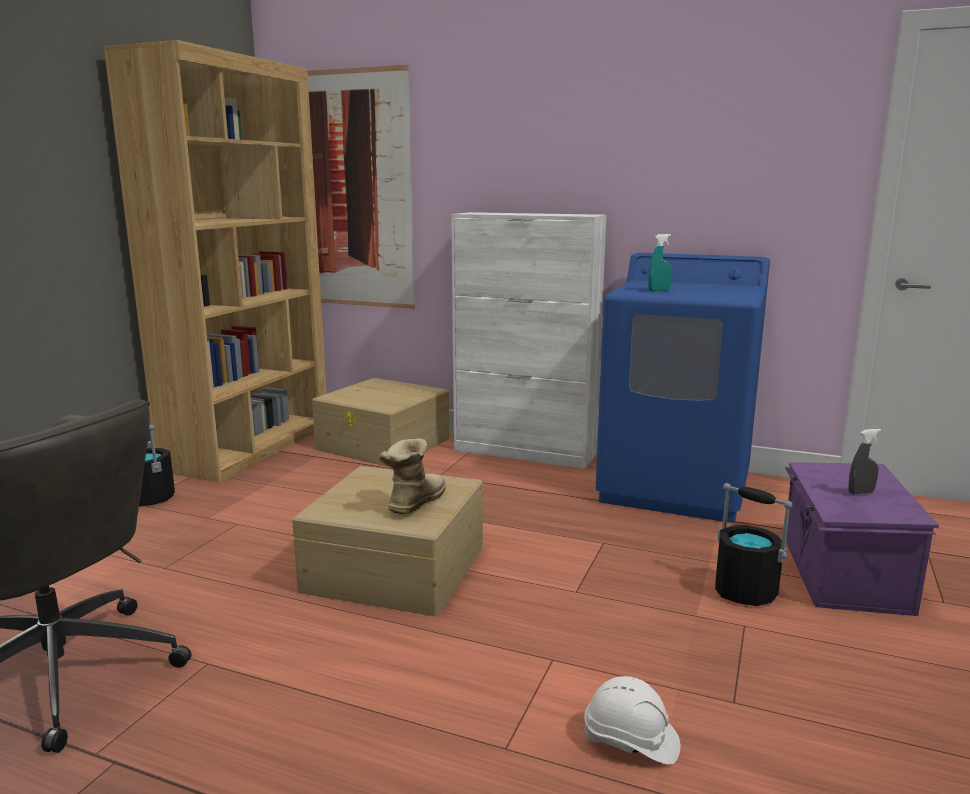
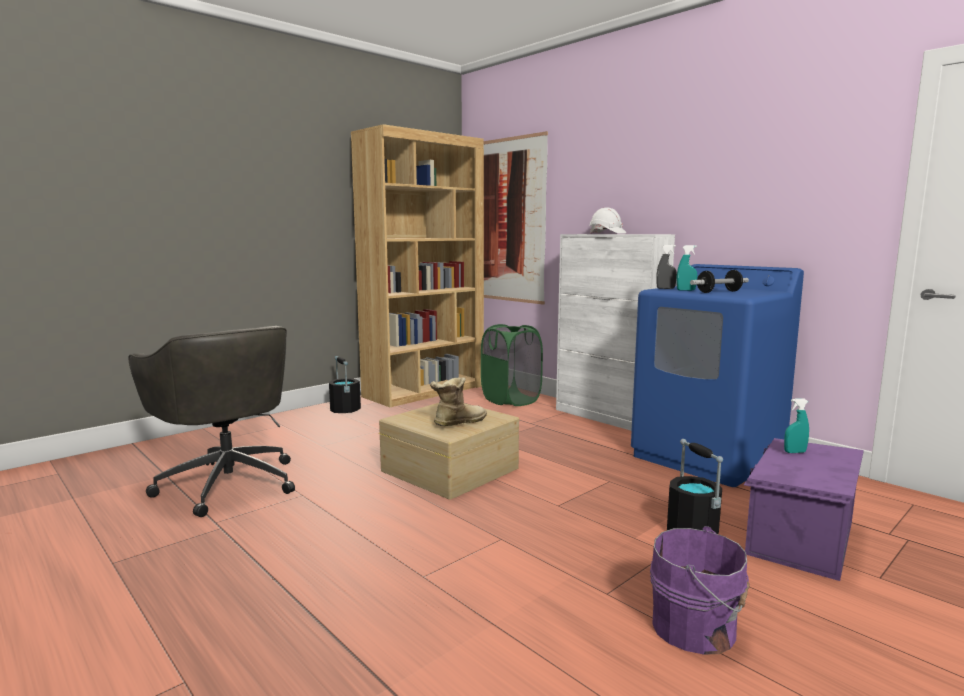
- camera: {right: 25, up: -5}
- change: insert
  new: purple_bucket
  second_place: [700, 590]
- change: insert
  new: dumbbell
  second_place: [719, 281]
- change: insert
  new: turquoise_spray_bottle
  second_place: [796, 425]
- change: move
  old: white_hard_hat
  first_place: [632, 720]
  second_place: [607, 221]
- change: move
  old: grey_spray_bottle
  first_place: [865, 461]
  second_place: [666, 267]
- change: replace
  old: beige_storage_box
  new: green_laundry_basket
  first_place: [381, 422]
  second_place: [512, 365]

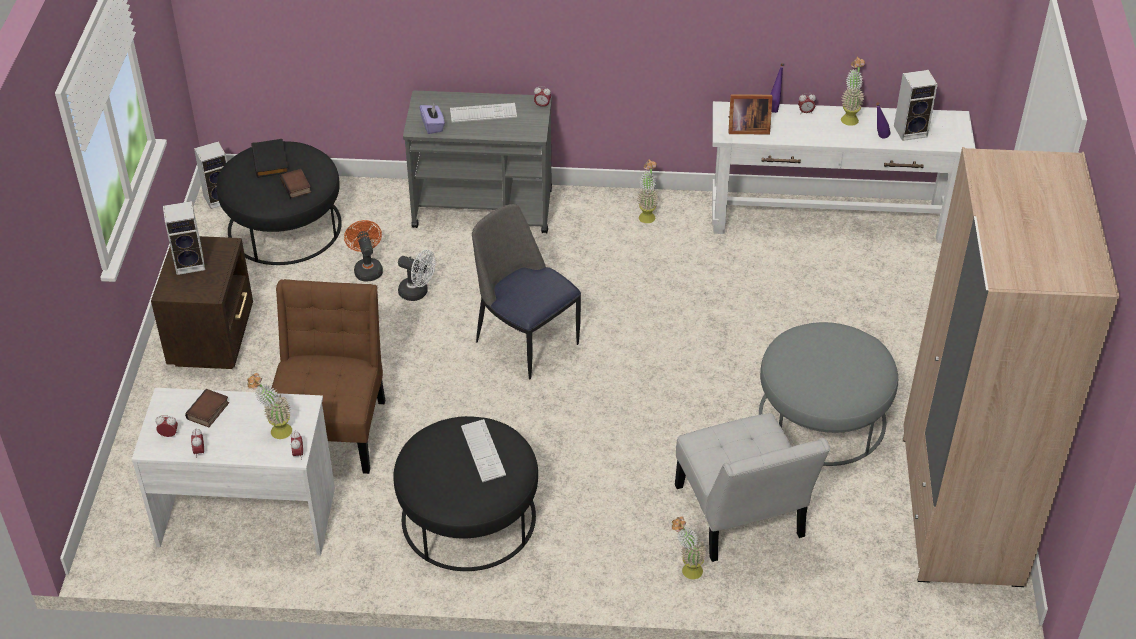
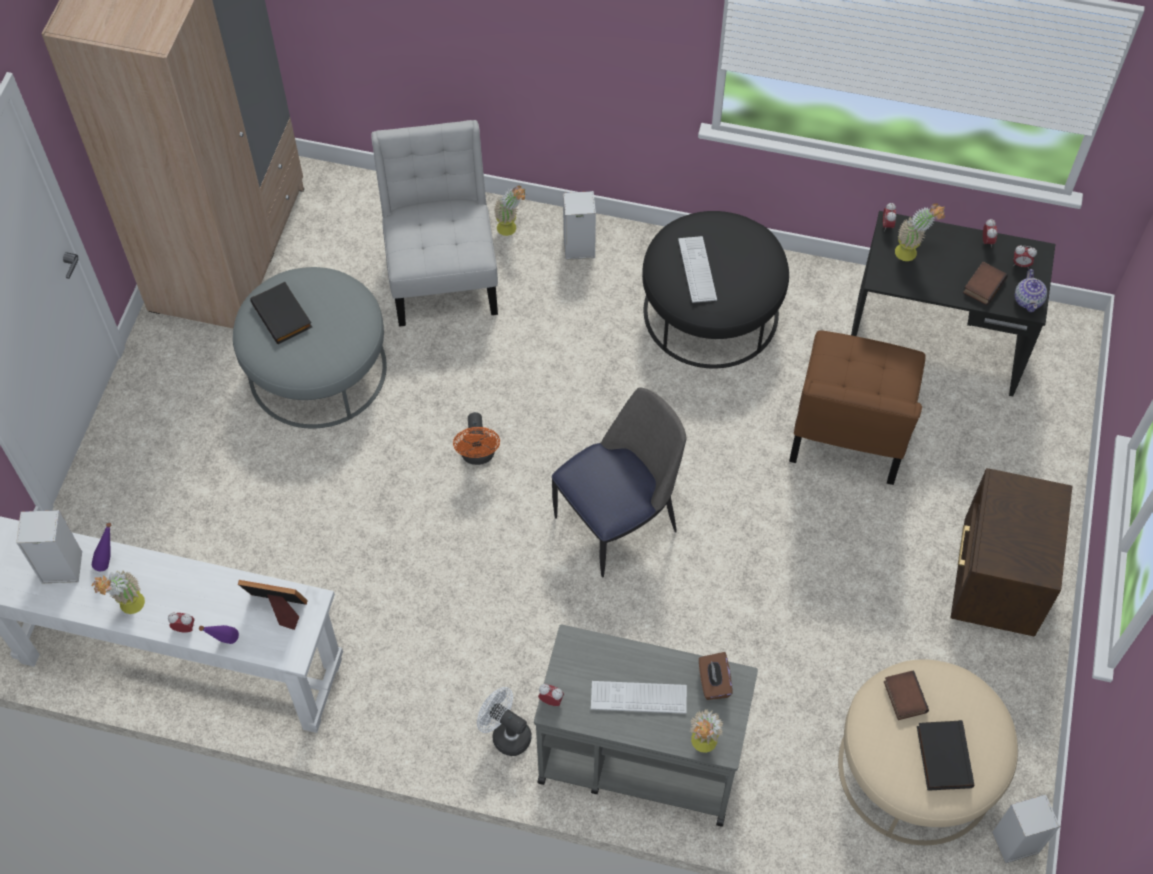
- camera: {right: -170, up: 15}
- change: insert
  new: black_book
  second_place: [281, 313]
- change: insert
  new: teapot
  second_place: [1031, 290]
- change: move
  old: speaker
  first_place: [184, 238]
  second_place: [579, 225]
- change: move
  old: orange_fan
  first_place: [363, 251]
  second_place: [476, 438]
- change: move
  old: white_fan
  first_place: [416, 275]
  second_place: [504, 721]
- change: move
  old: potted_plant
  first_place: [648, 191]
  second_place: [707, 731]
- change: recolor
  old: white_desk
  new: black_desk
  first_place: [233, 472]
  second_place: [953, 303]
- change: recolor
  old: black_ottoman
  new: beige_ottoman
  first_place: [279, 203]
  second_place: [928, 752]
- change: recolor
  old: purple_tissue_box
  new: brown_tissue_box
  first_place: [432, 118]
  second_place: [716, 676]
- change: rotate
  old: chair
  first_place: [526, 291]
  second_place: [619, 482]
  degrees: -90

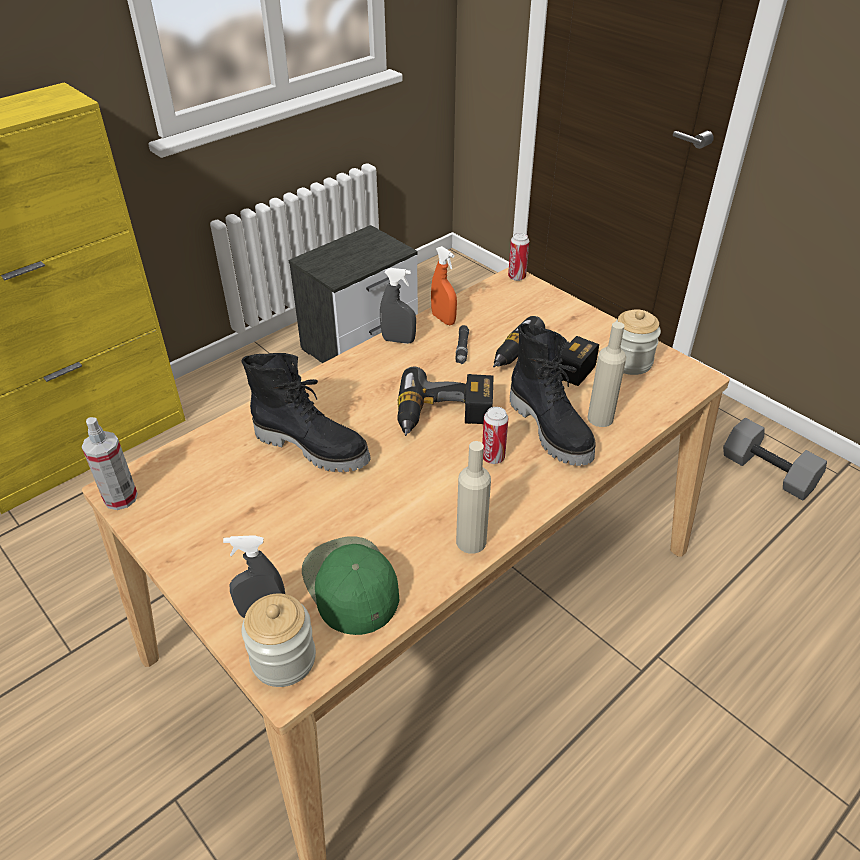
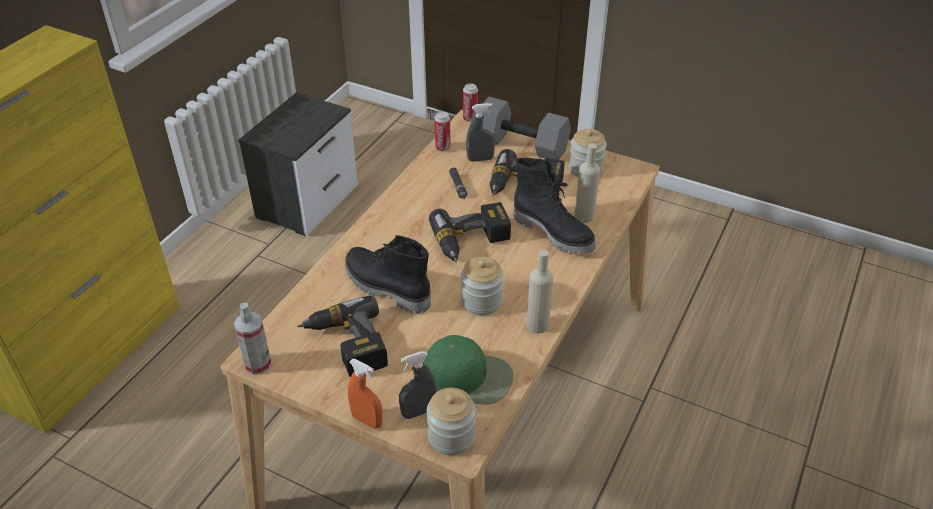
- camera: {right: -20, up: 0}
- change: insert
  new: power_drill
  second_place: [342, 336]
- change: insert
  new: jar
  second_place: [482, 286]
- change: move
  old: grey_spray_bottle
  first_place: [398, 306]
  second_place: [480, 132]
- change: move
  old: orange_spray_bottle
  first_place: [444, 285]
  second_place: [365, 394]
- change: move
  old: can
  first_place: [495, 435]
  second_place: [442, 131]
- change: move
  old: grey_dumbbell
  first_place: [775, 459]
  second_place: [526, 128]
- change: rotate
  old: black_boot
  first_place: [306, 412]
  second_place: [388, 274]
  degrees: -150
- change: rotate
  old: green_cap
  first_place: [350, 586]
  second_place: [468, 370]
  degrees: 150

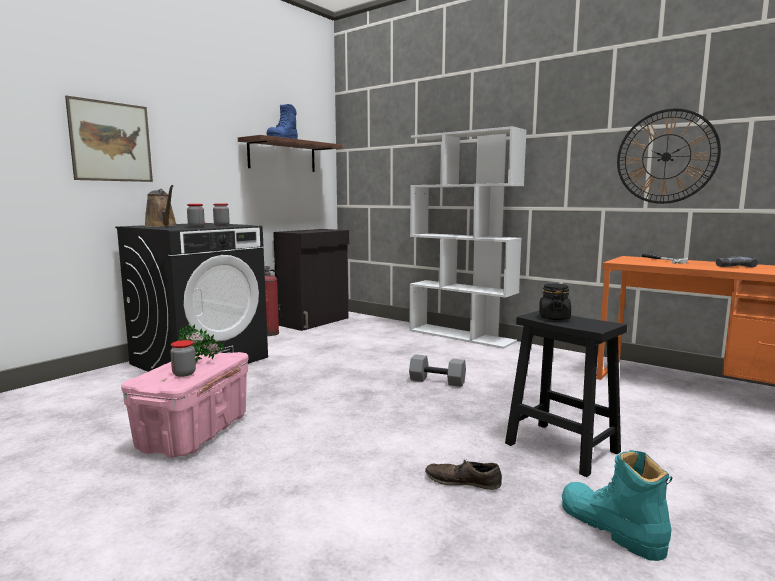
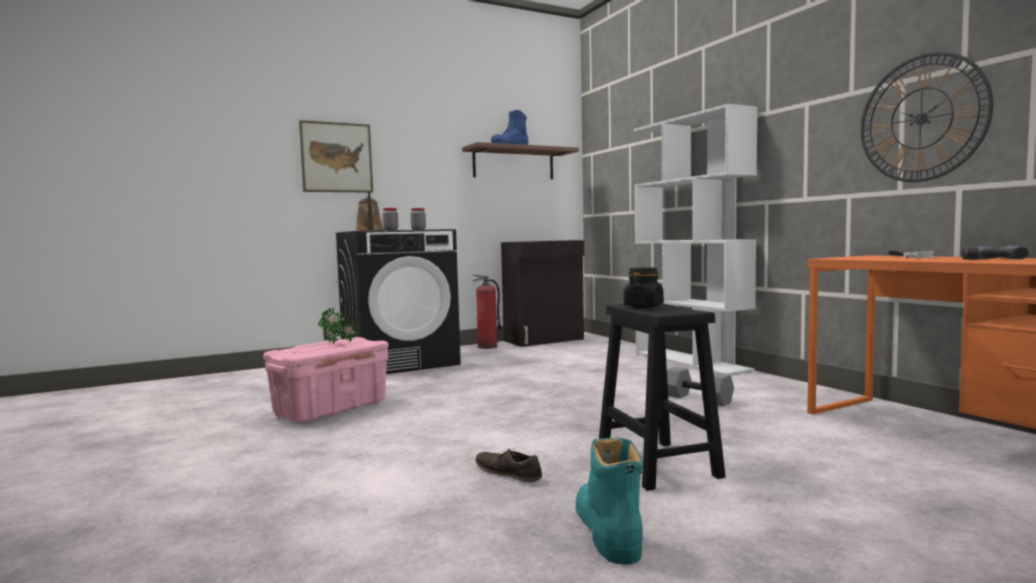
- camera: {right: 25, up: -5}
- change: delete
  old: jar
  first_place: [183, 358]
- change: move
  old: grey_dumbbell
  first_place: [437, 370]
  second_place: [700, 386]

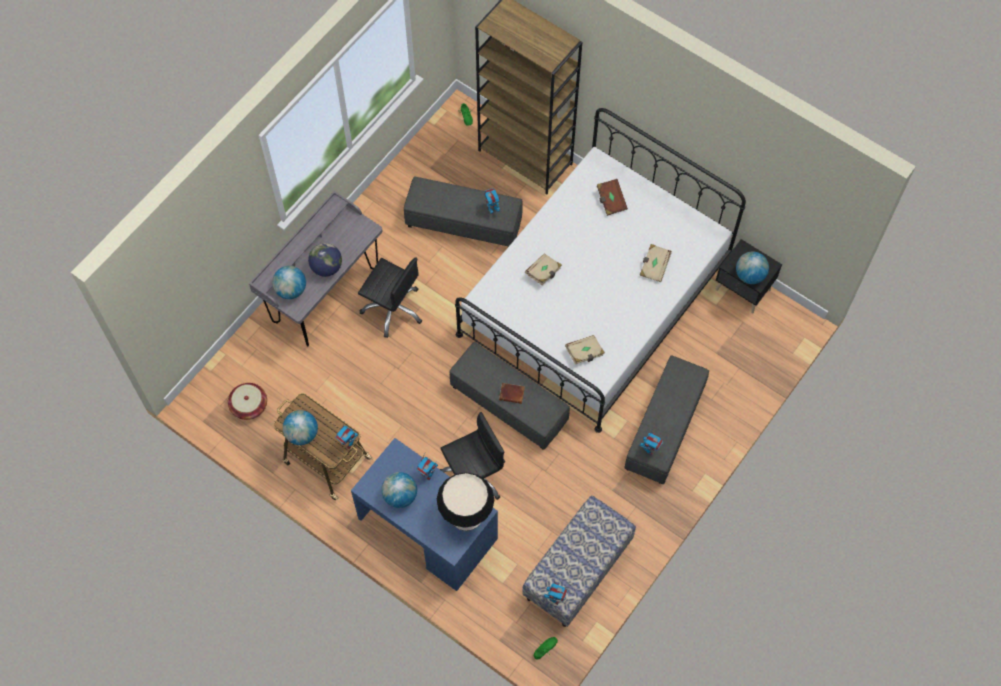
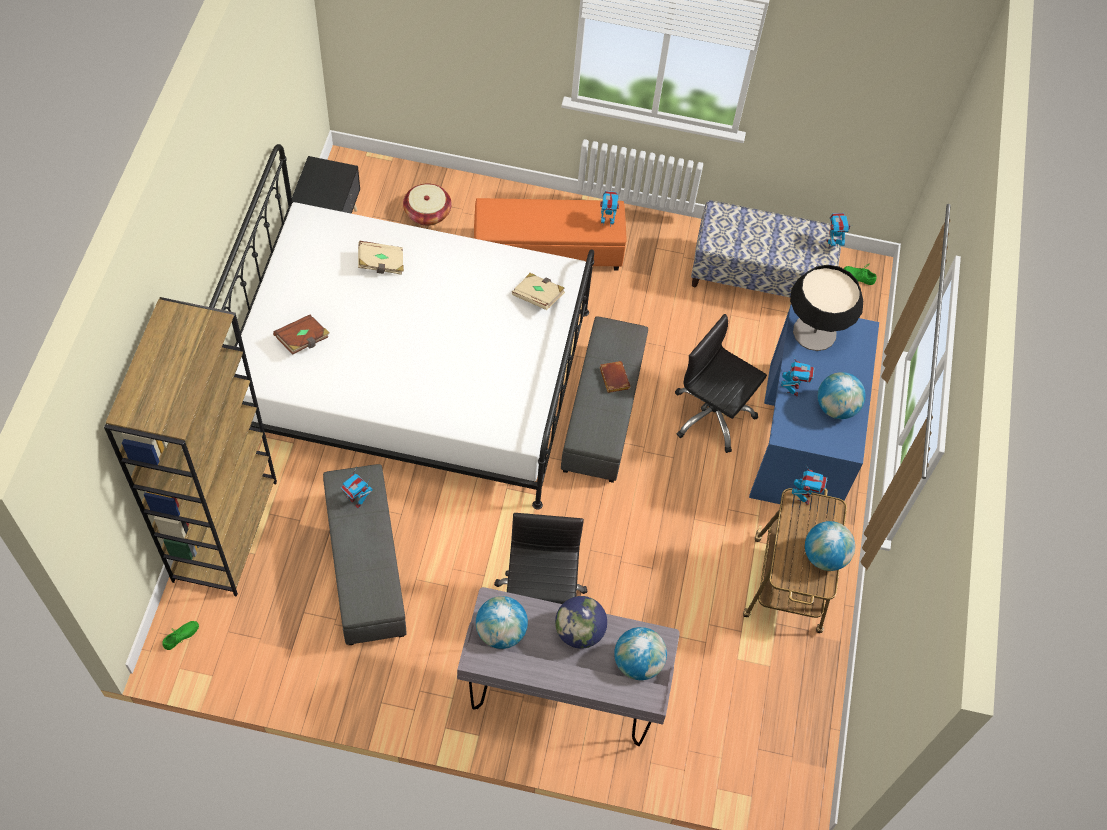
- camera: {right: -120, up: -5}
- change: delete
  old: beige_book
  first_place: [543, 269]
- change: move
  old: basket
  first_place: [247, 401]
  second_place: [427, 204]
- change: move
  old: globe
  first_place: [752, 268]
  second_place: [502, 622]
- change: recolor
  old: grey_ottoman
  new: orange_ottoman
  first_place: [667, 419]
  second_place: [550, 234]

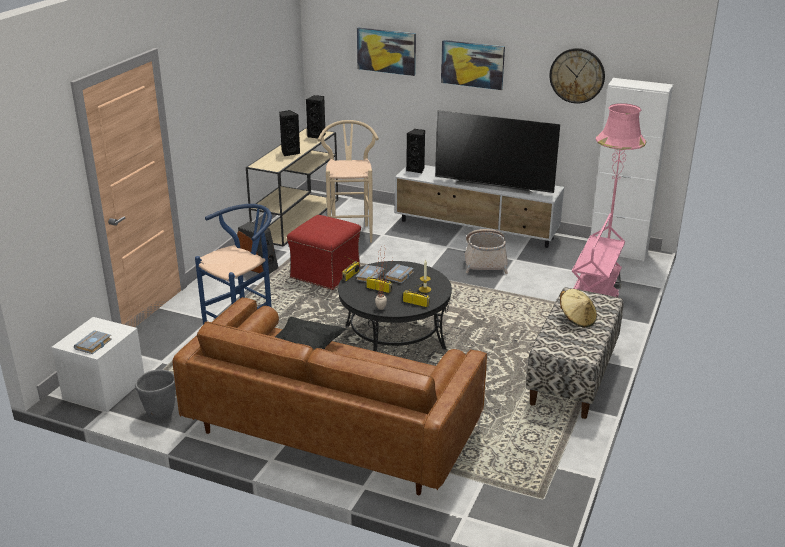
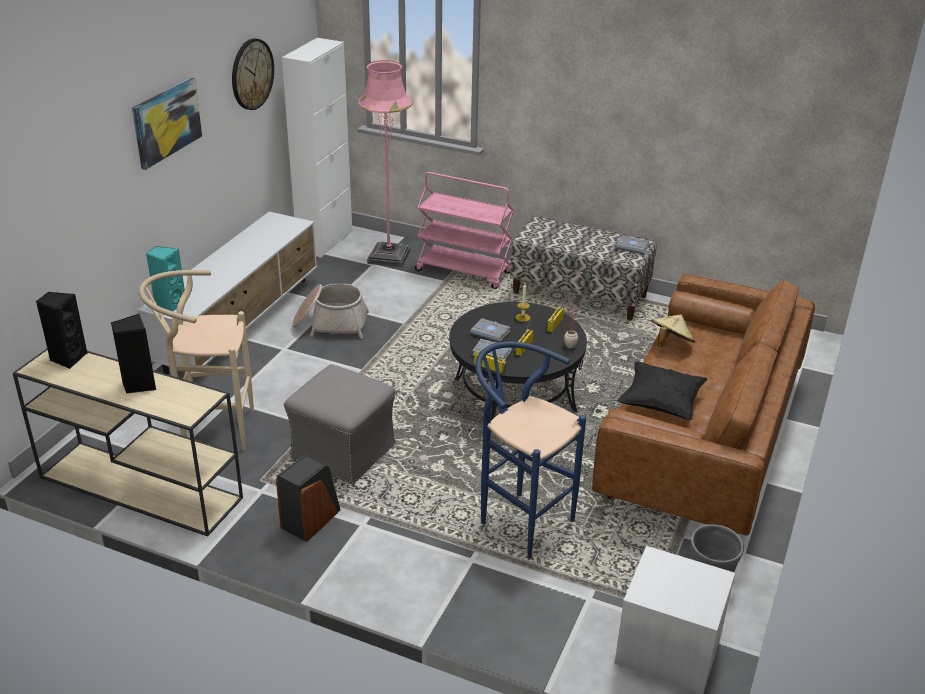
- camera: {right: -90, up: 5}
- change: delete
  old: picture
  first_place: [386, 51]
- change: delete
  old: television
  first_place: [497, 152]
- change: move
  old: grey_book
  first_place: [93, 342]
  second_place: [632, 245]
- change: move
  old: beige_hat
  first_place: [578, 308]
  second_place: [673, 330]
- change: recolor
  old: red_ottoman
  new: grey_ottoman
  first_place: [324, 252]
  second_place: [339, 424]
- change: recolor
  old: black_speaker
  new: turquoise_speaker
  first_place: [415, 151]
  second_place: [165, 279]

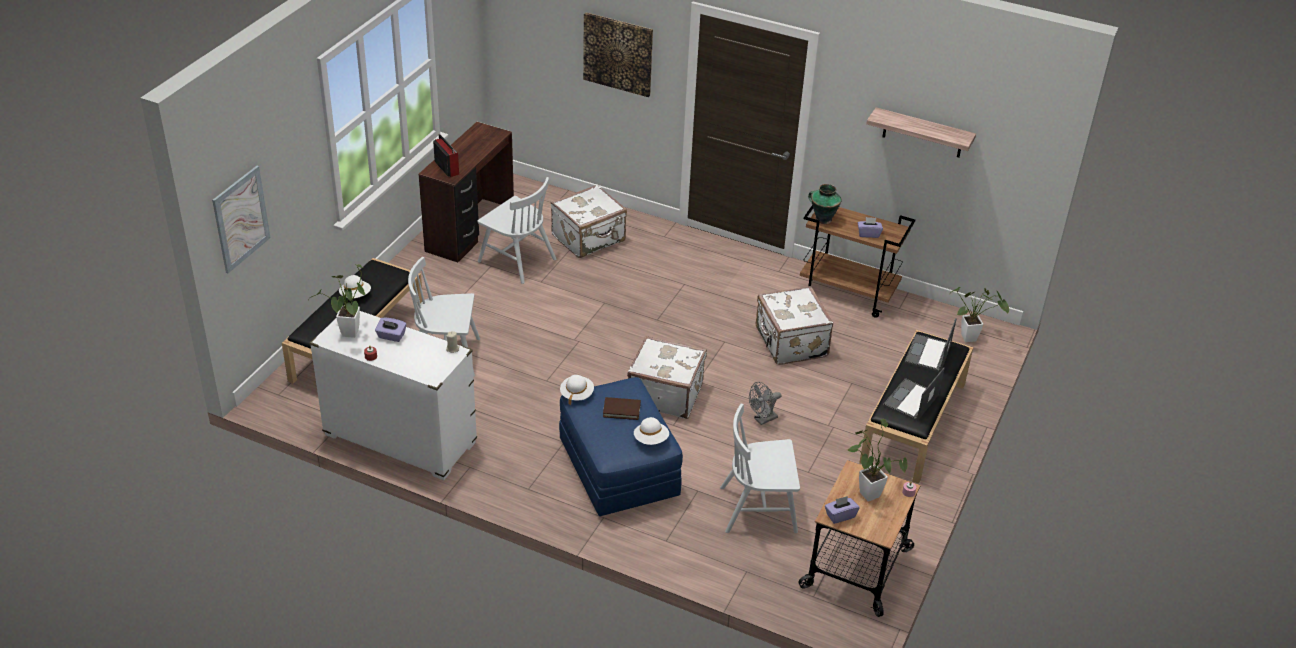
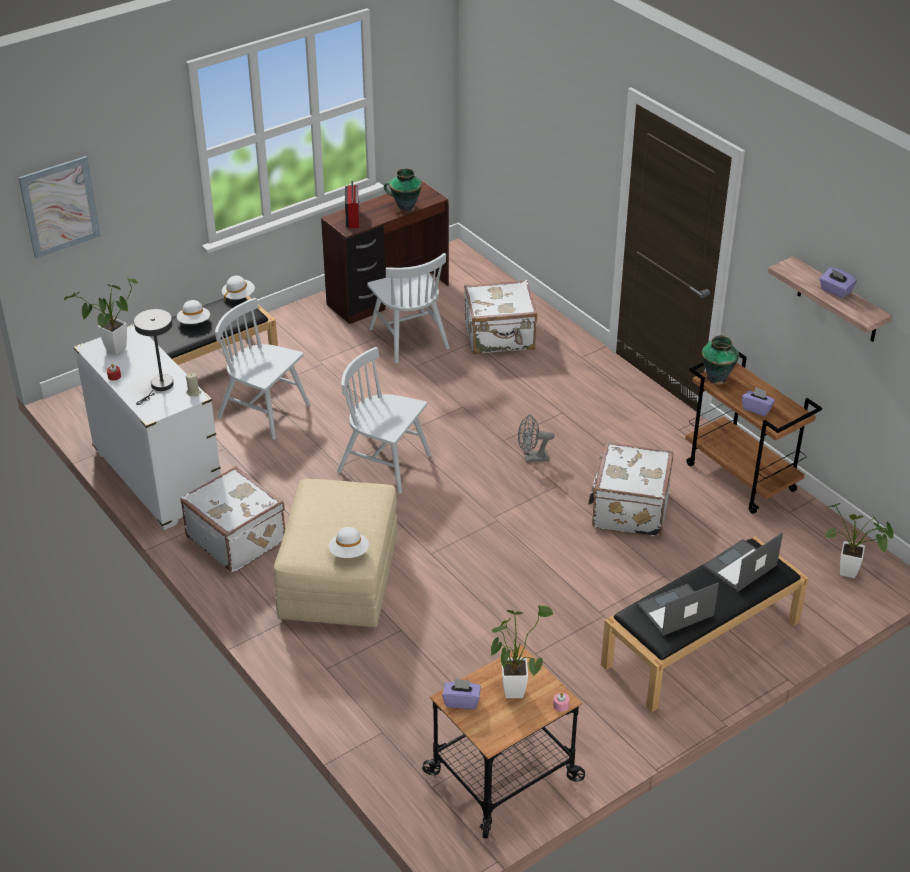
- camera: {right: 30, up: 0}
- change: delete
  old: picture
  first_place: [618, 54]
- change: delete
  old: brown_book
  first_place: [622, 408]
- change: insert
  new: grey_table_lamp
  second_place: [154, 357]
- change: insert
  new: vase
  second_place: [403, 190]
- change: move
  old: purple_tissue_box
  first_place: [390, 330]
  second_place: [838, 282]
- change: move
  old: white_hat
  first_place: [577, 390]
  second_place: [238, 289]
- change: move
  old: white_suitcase
  first_place: [667, 377]
  second_place: [232, 520]
- change: move
  old: white_chair
  first_place: [760, 468]
  second_place: [384, 420]
- change: move
  old: grey_fan
  first_place: [765, 403]
  second_place: [536, 438]
- change: recolor
  old: blue_ottoman
  new: beige_ottoman
  first_place: [621, 446]
  second_place: [335, 553]

